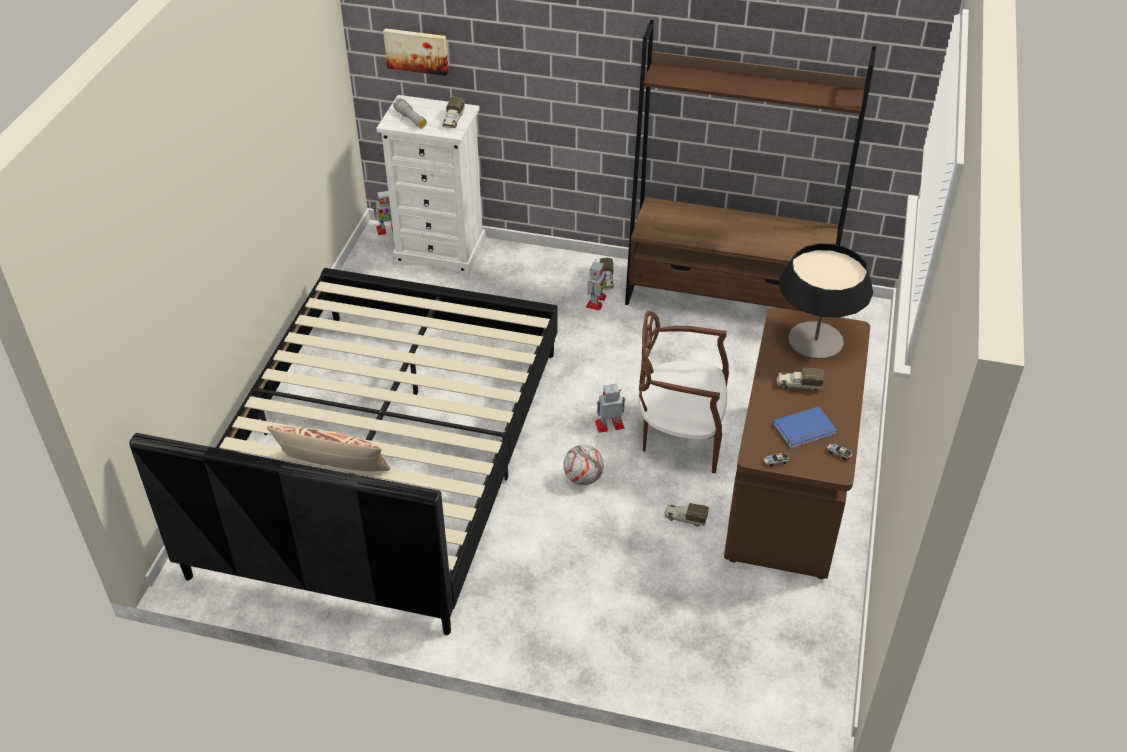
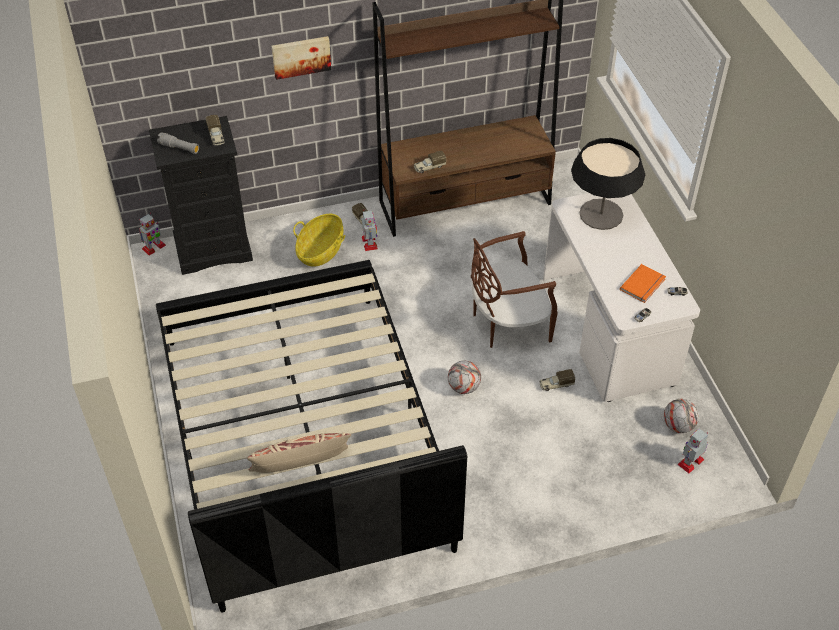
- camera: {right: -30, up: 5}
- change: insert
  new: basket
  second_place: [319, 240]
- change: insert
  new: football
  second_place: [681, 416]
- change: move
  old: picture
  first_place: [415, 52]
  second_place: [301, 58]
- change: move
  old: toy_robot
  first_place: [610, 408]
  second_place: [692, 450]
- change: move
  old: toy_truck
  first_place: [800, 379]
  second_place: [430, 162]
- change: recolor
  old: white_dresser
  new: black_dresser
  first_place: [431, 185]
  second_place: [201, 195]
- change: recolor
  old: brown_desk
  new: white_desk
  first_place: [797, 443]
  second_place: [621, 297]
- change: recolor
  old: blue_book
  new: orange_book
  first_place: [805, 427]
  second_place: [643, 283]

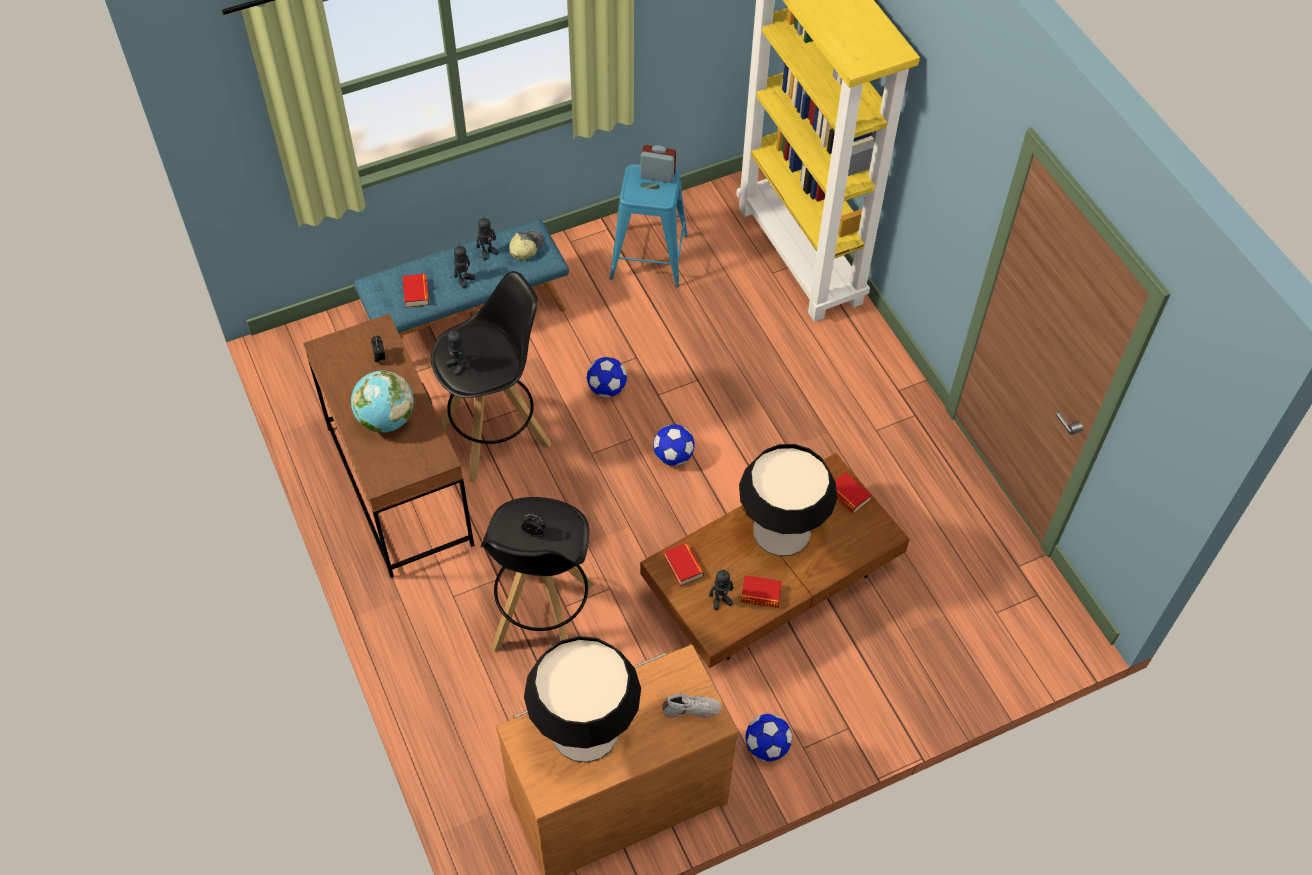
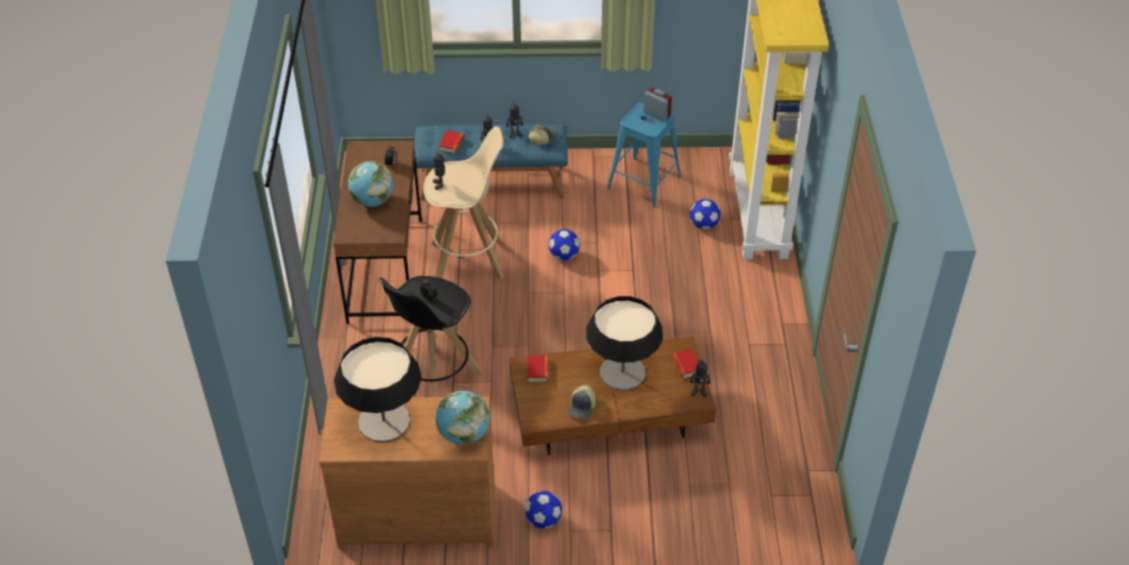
- camera: {right: 25, up: -10}
- change: move
  old: football
  first_place: [674, 445]
  second_place: [705, 214]
- change: move
  old: toy_robot
  first_place: [721, 589]
  second_place: [700, 378]
- change: replace
  old: white_shoe
  new: globe
  first_place: [691, 705]
  second_place: [463, 418]
- change: replace
  old: book
  new: cap
  first_place: [761, 591]
  second_place: [582, 402]
- change: recolor
  old: black_stool
  new: beige_stool
  first_place: [491, 377]
  second_place: [463, 203]

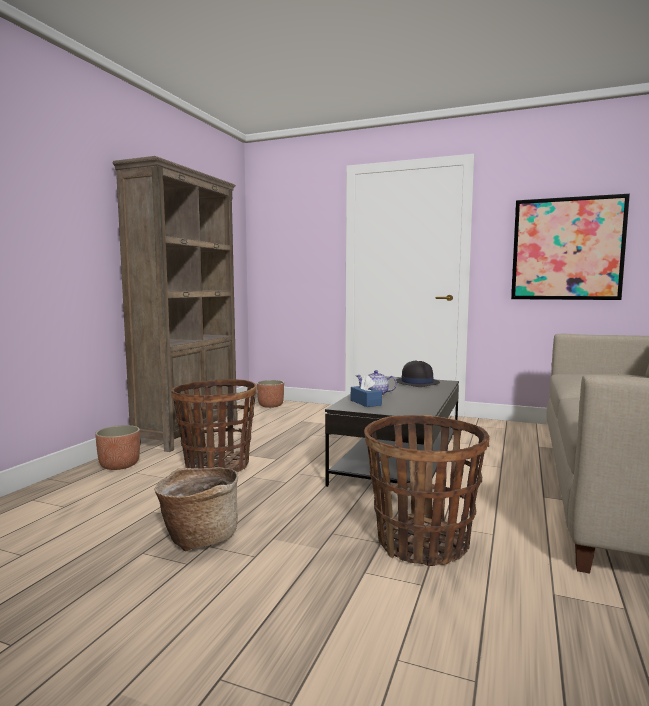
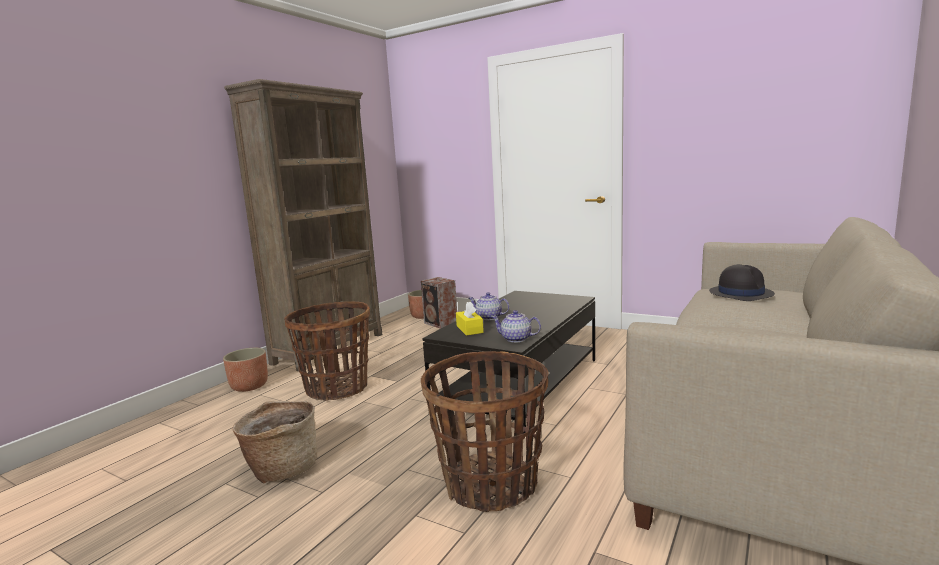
- camera: {right: 10, up: 5}
- change: delete
  old: picture
  first_place: [570, 247]
- change: insert
  new: speaker
  second_place: [439, 303]
- change: insert
  new: teapot
  second_place: [516, 326]
- change: move
  old: black_hat
  first_place: [418, 374]
  second_place: [742, 282]
- change: recolor
  old: blue_tissue_box
  new: yellow_tissue_box
  first_place: [366, 391]
  second_place: [470, 318]

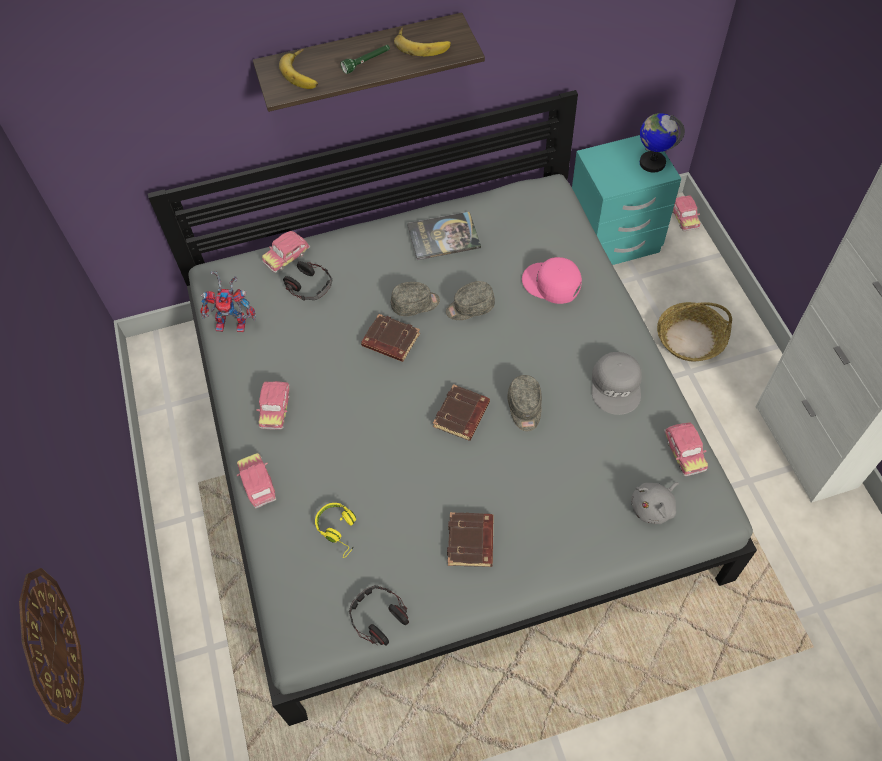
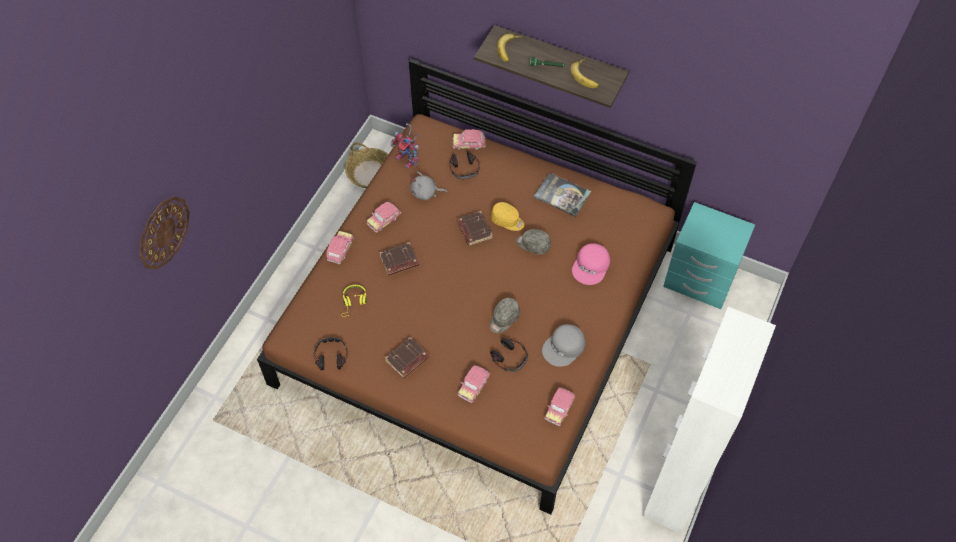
- camera: {right: 40, up: 0}
- change: delete
  old: globe
  first_place: [662, 142]
- change: insert
  new: headphones
  second_place: [509, 355]
- change: move
  old: brown_book
  first_place: [461, 412]
  second_place: [399, 259]
- change: move
  old: grey_plush_toy
  first_place: [655, 503]
  second_place: [428, 186]
- change: move
  old: basket
  first_place: [694, 331]
  second_place: [367, 165]
- change: move
  old: toy_car
  first_place: [686, 213]
  second_place: [474, 384]
- change: recolor
  old: grey_bed
  new: brown_bed
  first_place: [452, 408]
  second_place: [477, 287]
- change: recolor
  old: grey_cap
  new: yellow_cap
  first_place: [415, 299]
  second_place: [507, 216]
- change: rotate
  old: pink_cap
  first_place: [552, 280]
  second_place: [591, 264]
  degrees: -135

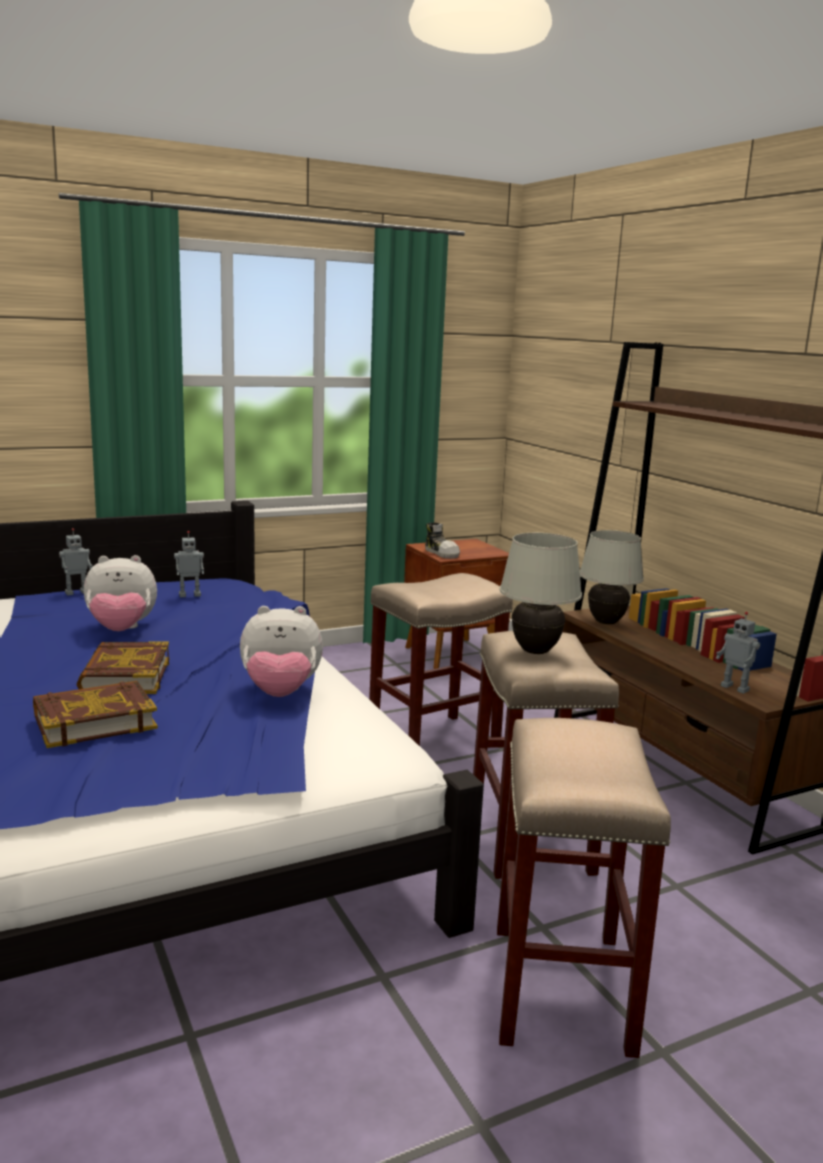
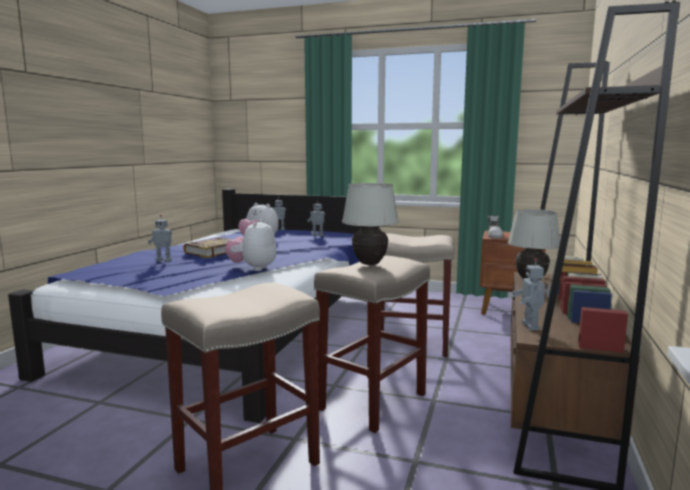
- camera: {right: 45, up: -5}
- change: replace
  old: book
  new: toy_robot
  first_place: [95, 714]
  second_place: [160, 238]
- change: rotate
  old: plush_toy
  first_place: [281, 651]
  second_place: [250, 245]
  degrees: 60

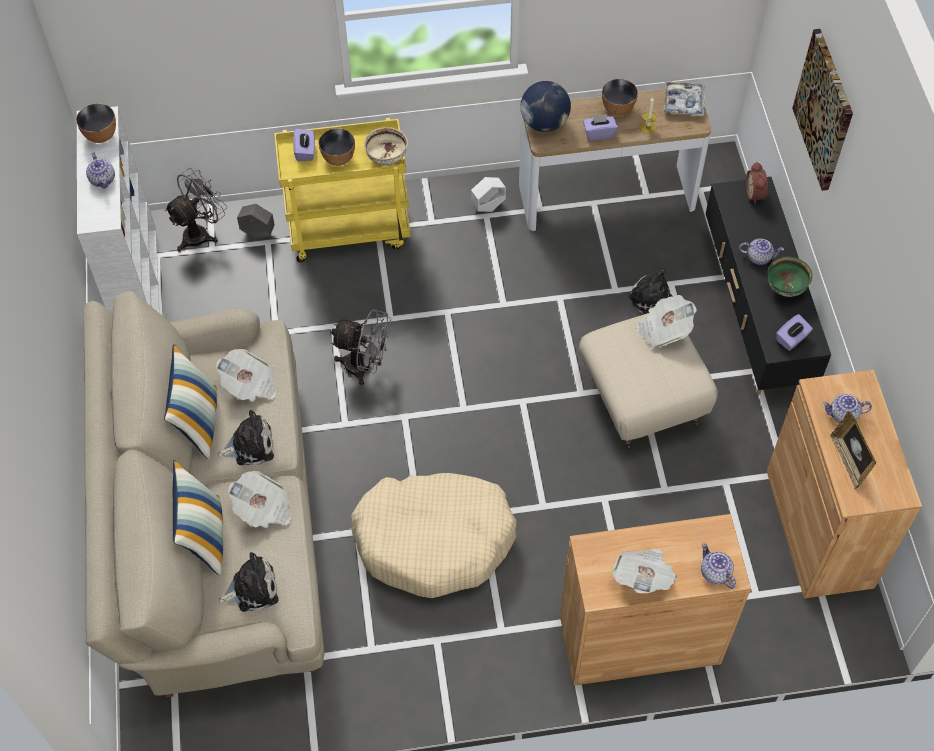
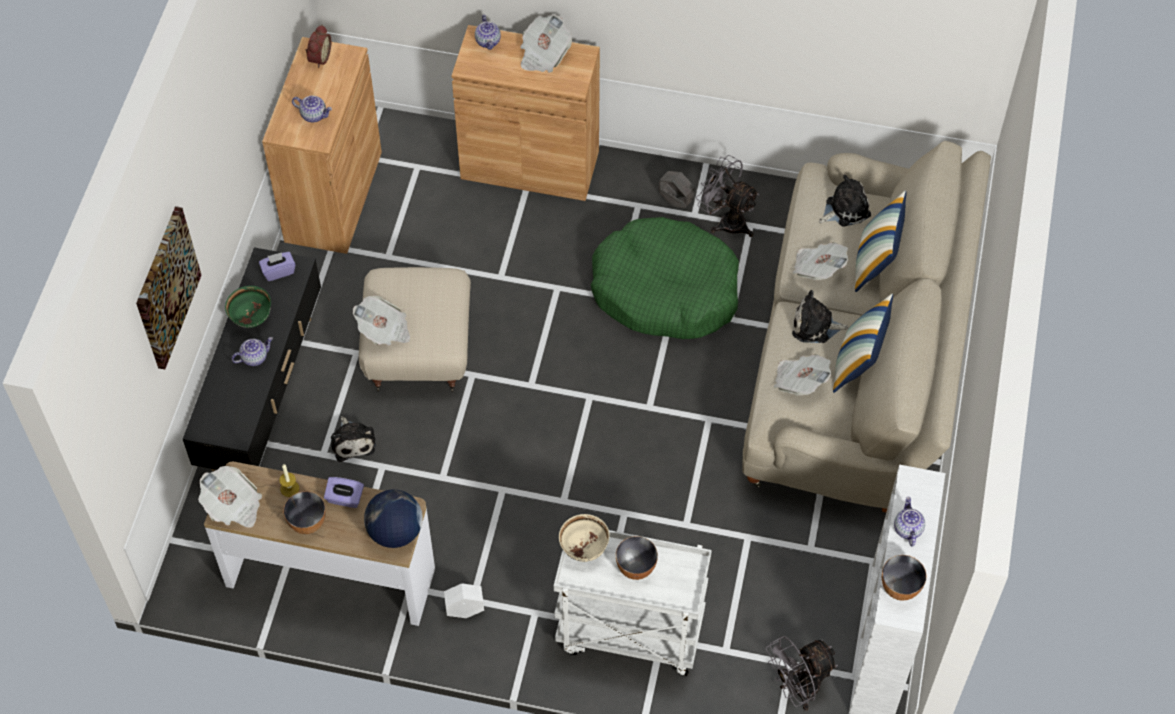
- camera: {right: -160, up: 0}
- change: delete
  old: purple_tissue_box
  first_place: [304, 145]
- change: delete
  old: picture_frame
  first_place: [853, 450]
- change: move
  old: grey_planter
  first_place: [256, 221]
  second_place: [677, 189]
- change: move
  old: grey_fan
  first_place: [361, 347]
  second_place: [727, 196]
- change: move
  old: alarm_clock
  first_place: [757, 183]
  second_place: [318, 46]
- change: replace
  old: tray
  new: newspaper
  first_place: [684, 98]
  second_place: [230, 497]
- change: recolor
  old: yellow_cart
  new: white_cart
  first_place: [342, 190]
  second_place: [633, 603]
- change: recolor
  old: beige_dog_bed
  new: green_dog_bed
  first_place: [434, 535]
  second_place: [665, 278]
- change: rotate
  old: plush_toy
  first_place: [248, 582]
  second_place: [845, 201]
  degrees: 150
- change: rotate
  old: teapot
  first_place: [761, 252]
  second_place: [252, 351]
  degrees: 120

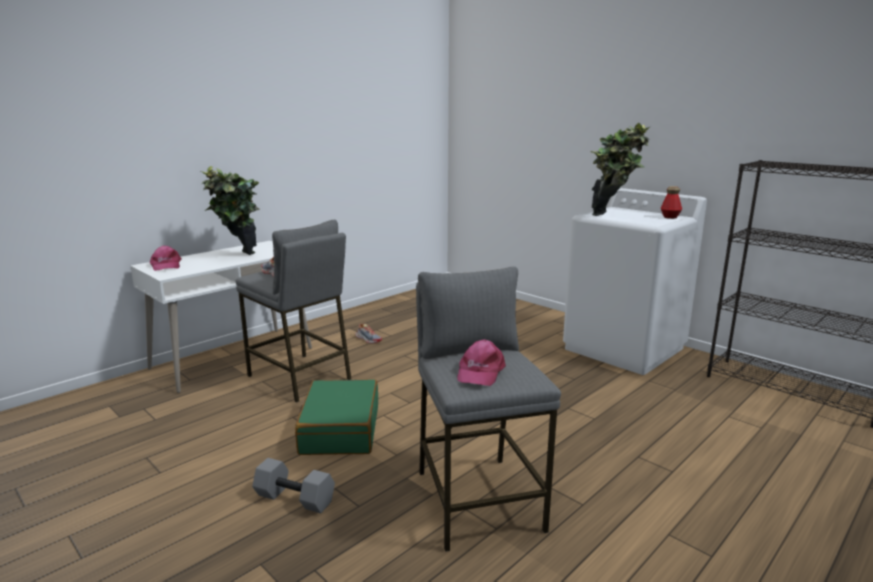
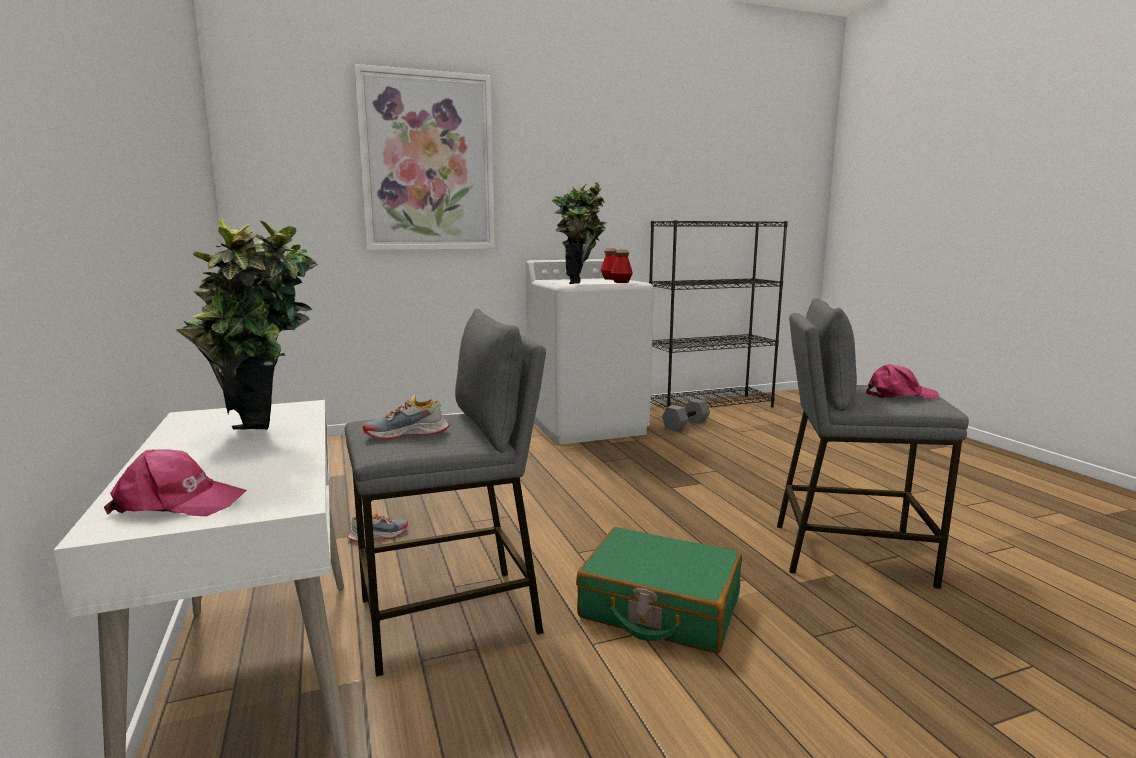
- camera: {right: -65, up: -5}
- change: insert
  new: picture
  second_place: [424, 157]
- change: insert
  new: bottle
  second_place: [622, 266]
- change: move
  old: grey_dumbbell
  first_place: [293, 485]
  second_place: [686, 415]
- change: rotate
  old: pink_cap
  first_place: [481, 362]
  second_place: [902, 381]
  degrees: -45

